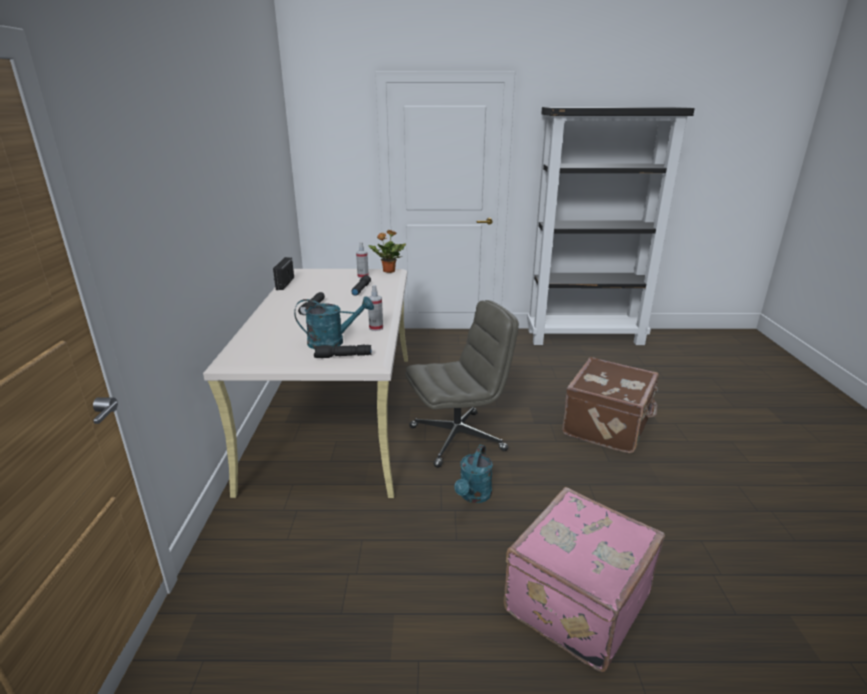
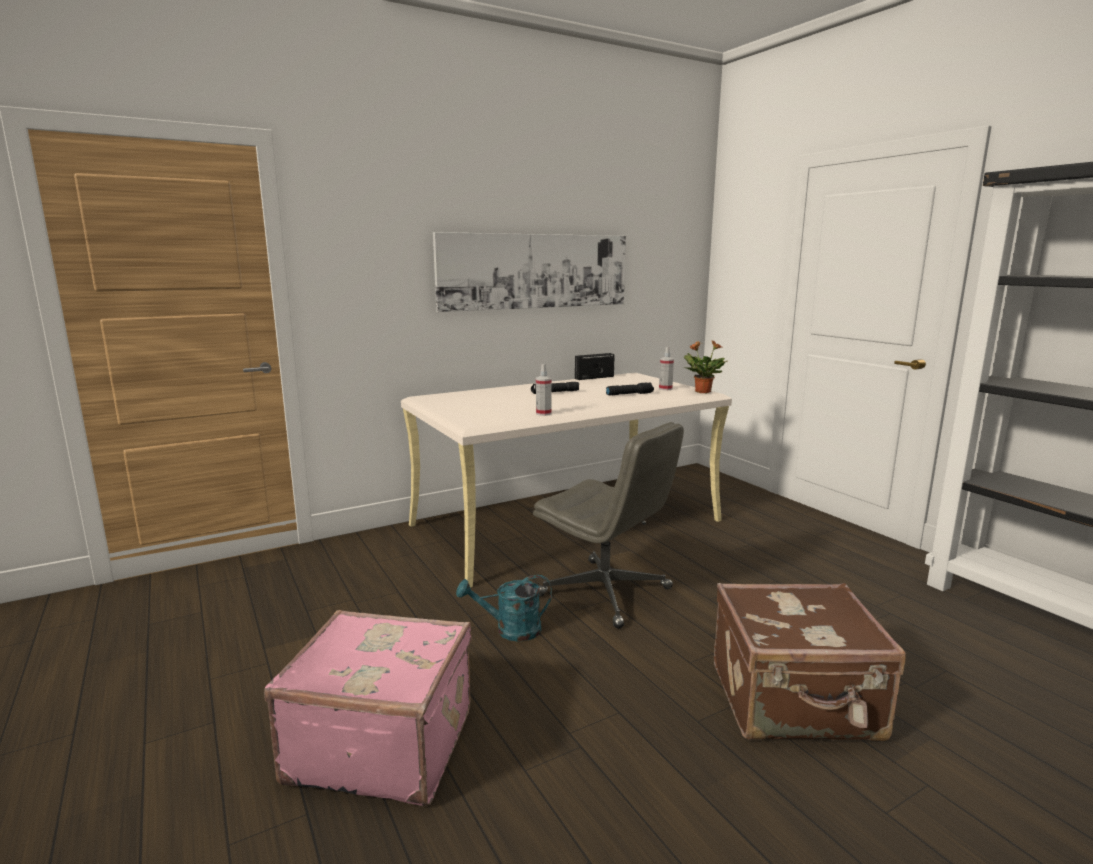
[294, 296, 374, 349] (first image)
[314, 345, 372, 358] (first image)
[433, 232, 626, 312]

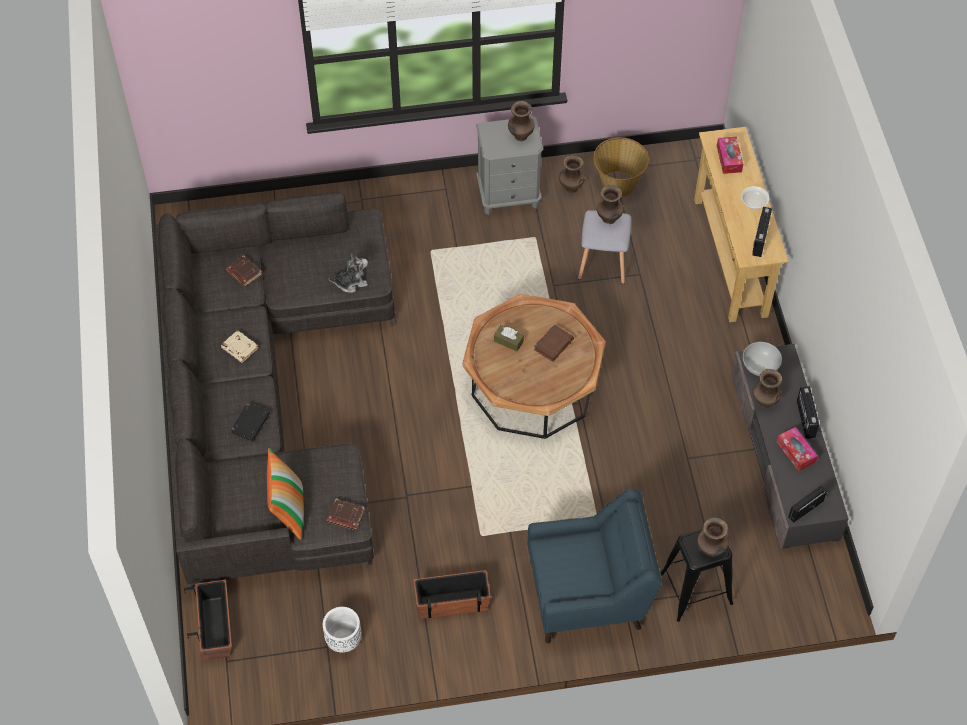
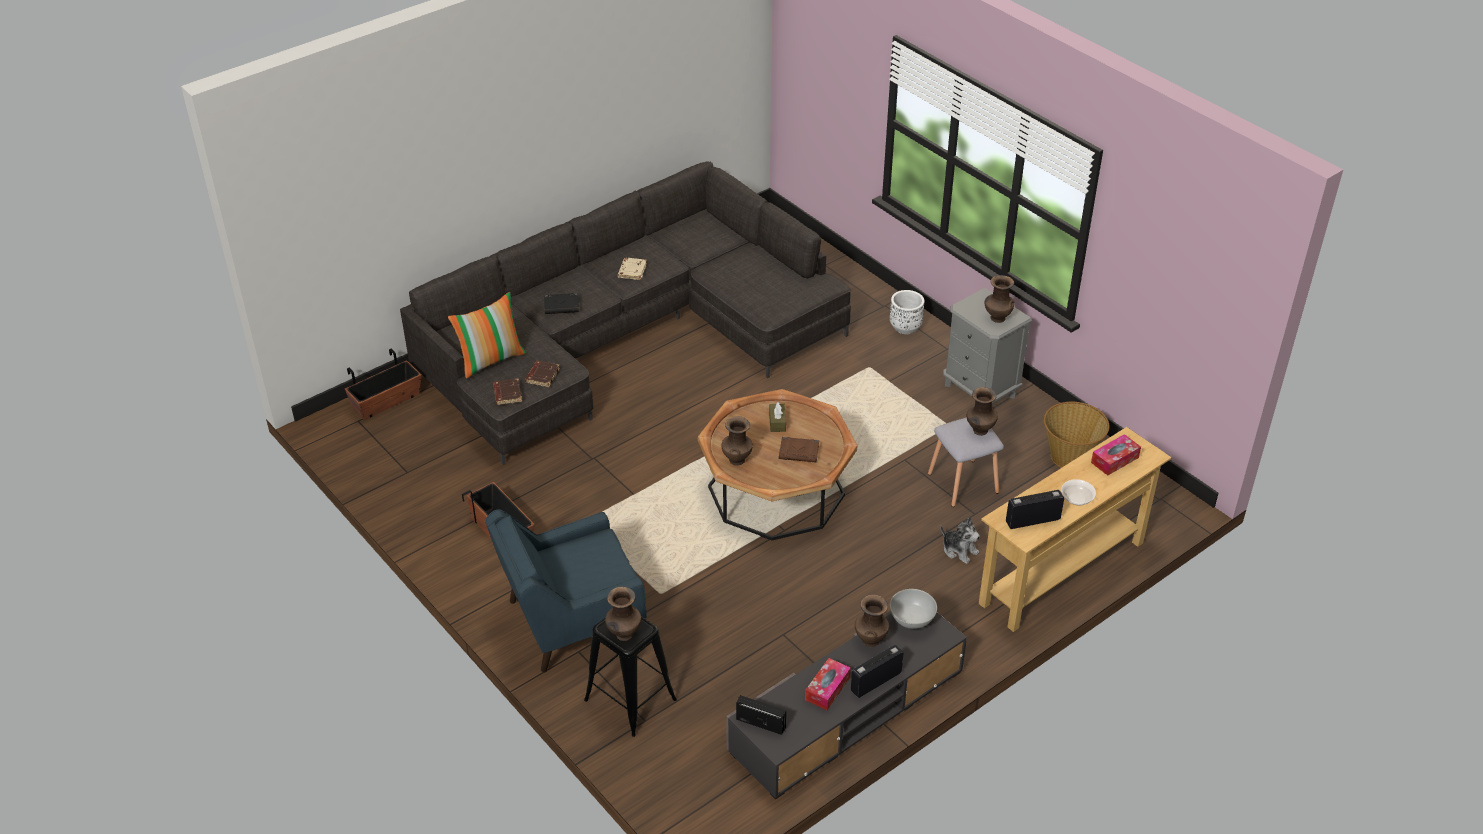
[721, 416, 753, 466]
[941, 517, 980, 564]
[525, 361, 560, 387]
[485, 509, 647, 672]
[890, 290, 924, 334]

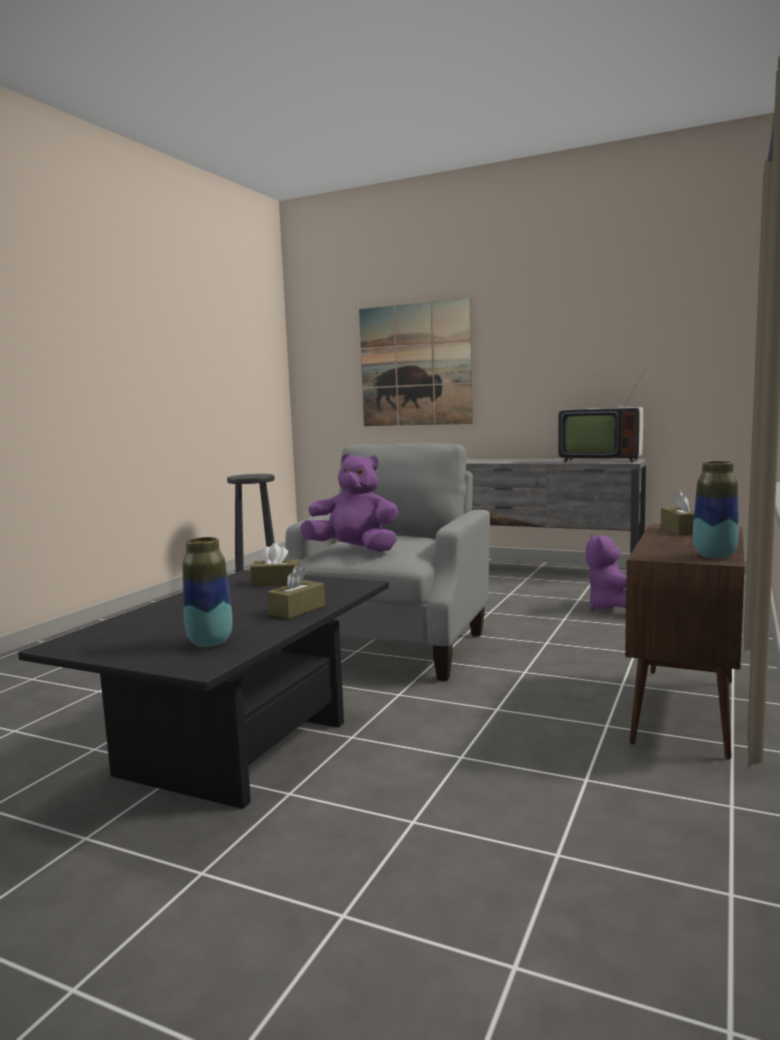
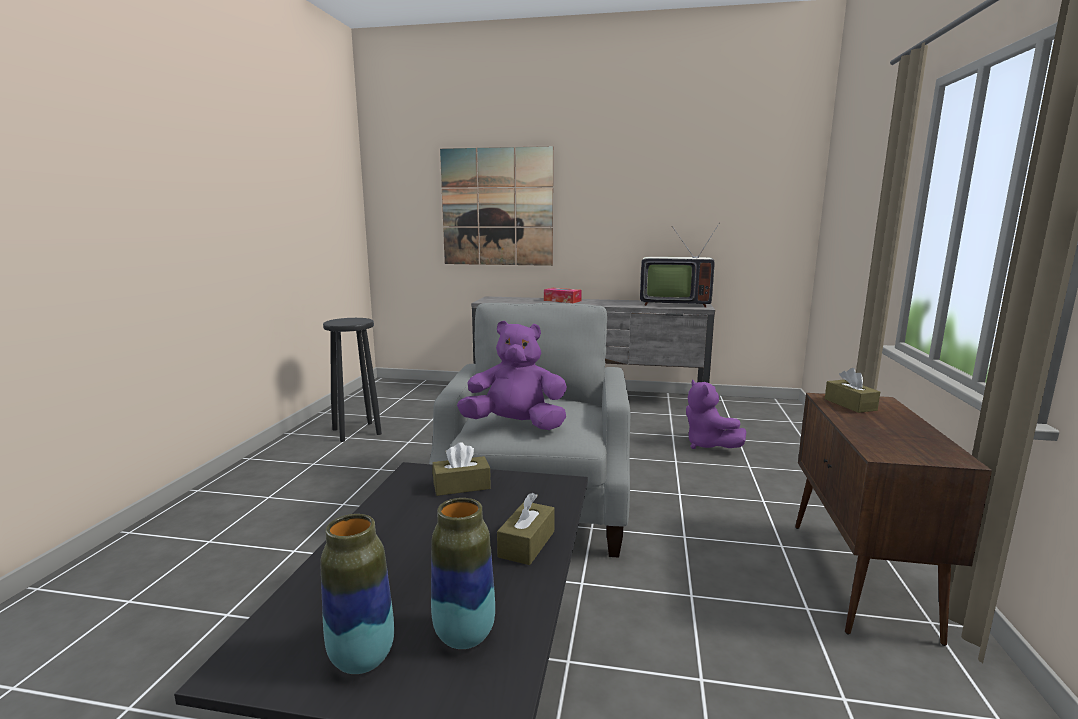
[320, 514, 394, 674]
[544, 288, 582, 303]

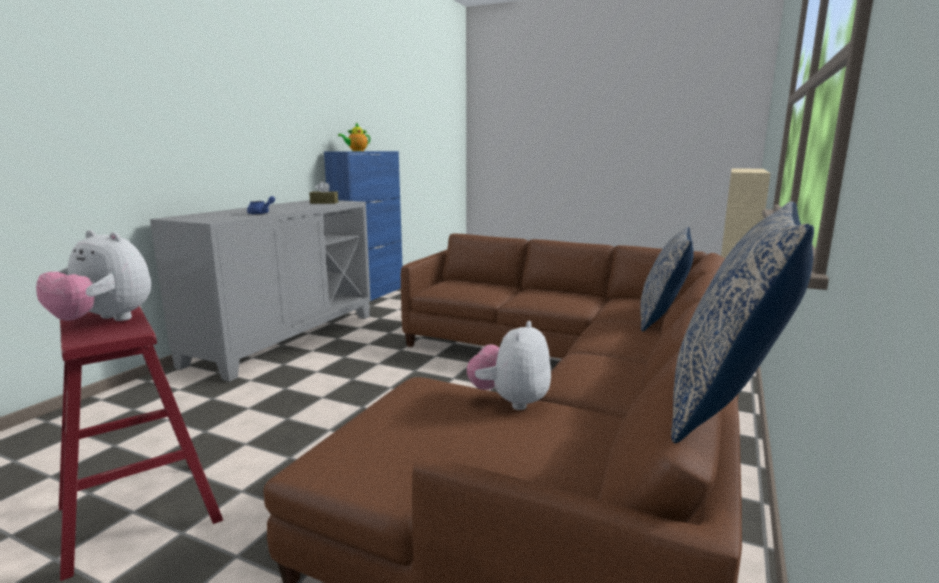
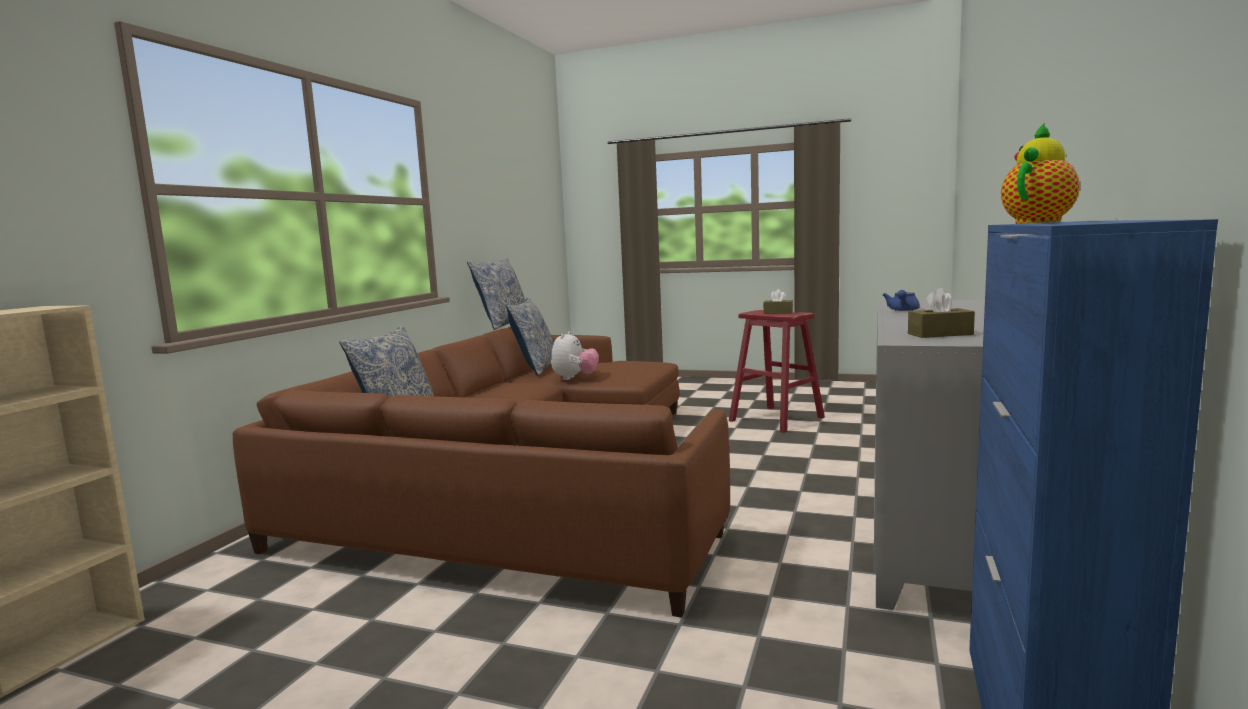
[763, 289, 793, 314]
[506, 298, 554, 376]

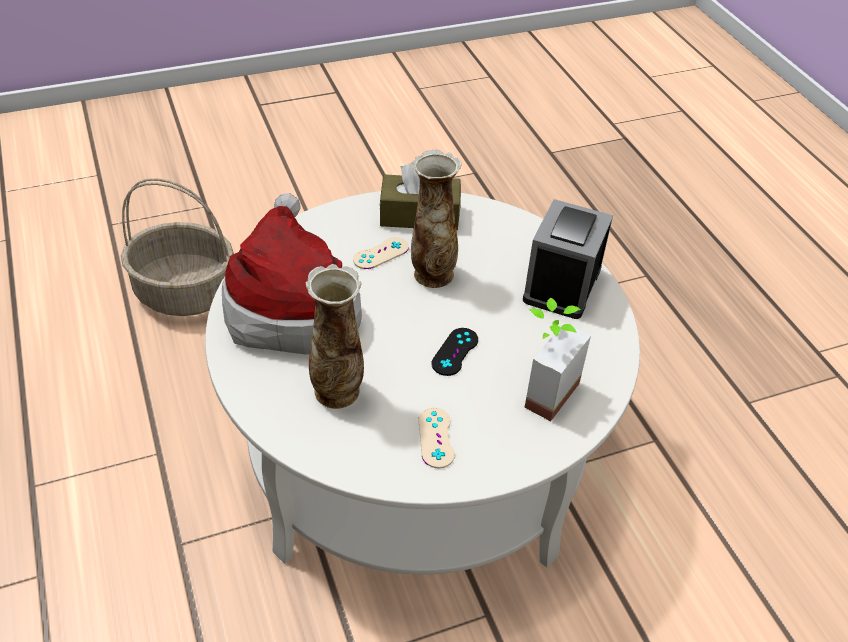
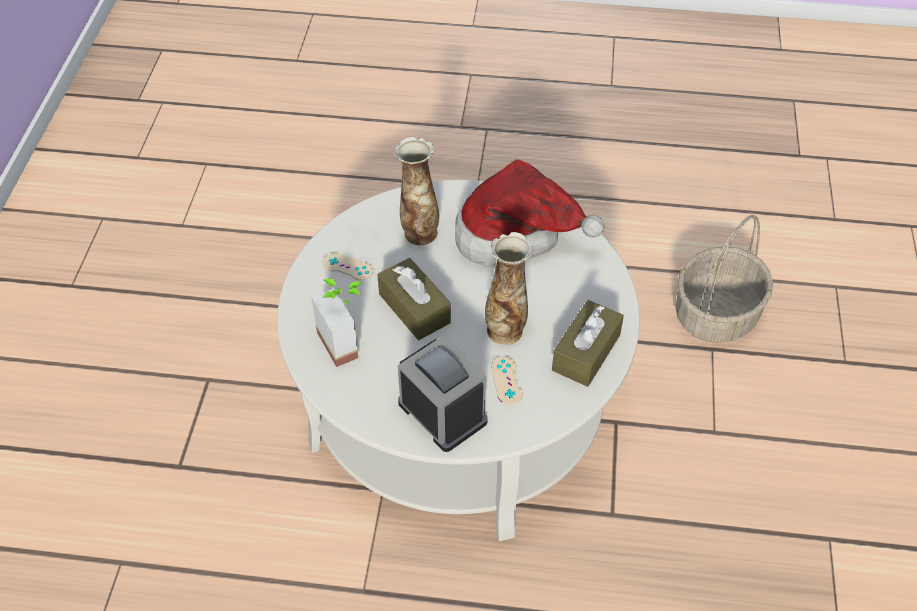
[491, 356, 523, 405]
[378, 258, 451, 340]

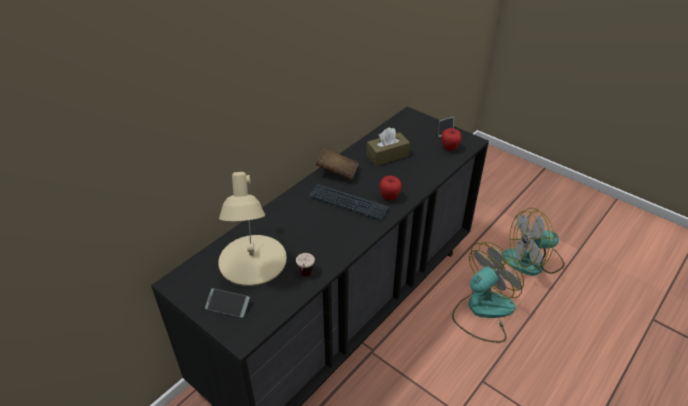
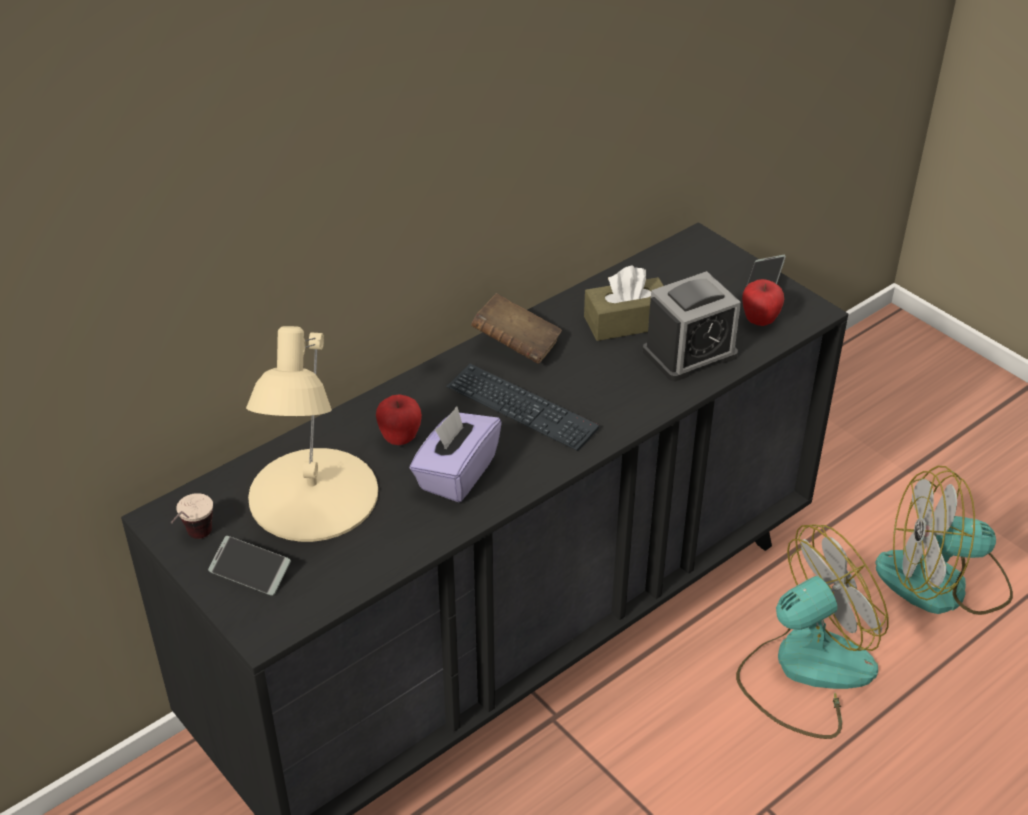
[376, 394, 422, 445]
[171, 493, 213, 539]
[643, 271, 741, 381]
[410, 406, 502, 503]

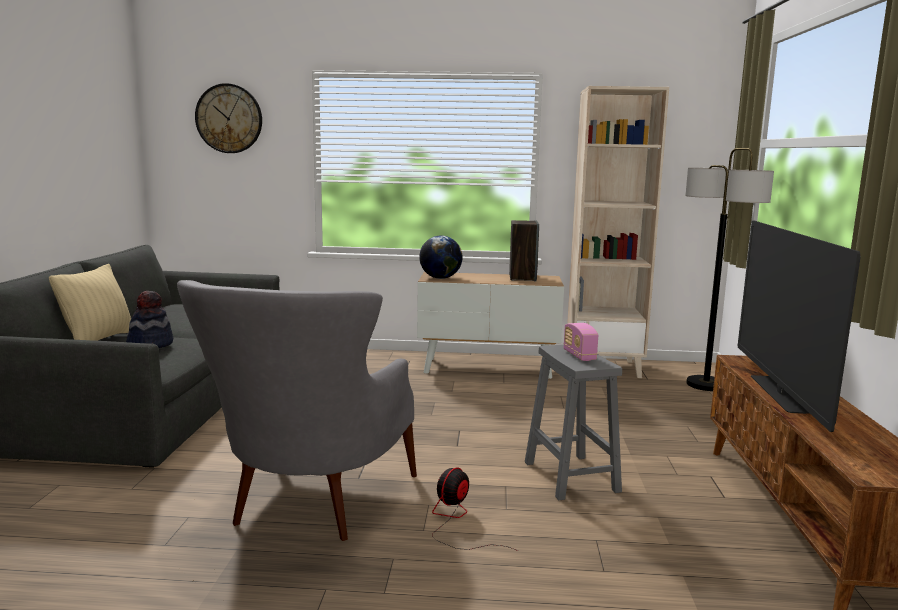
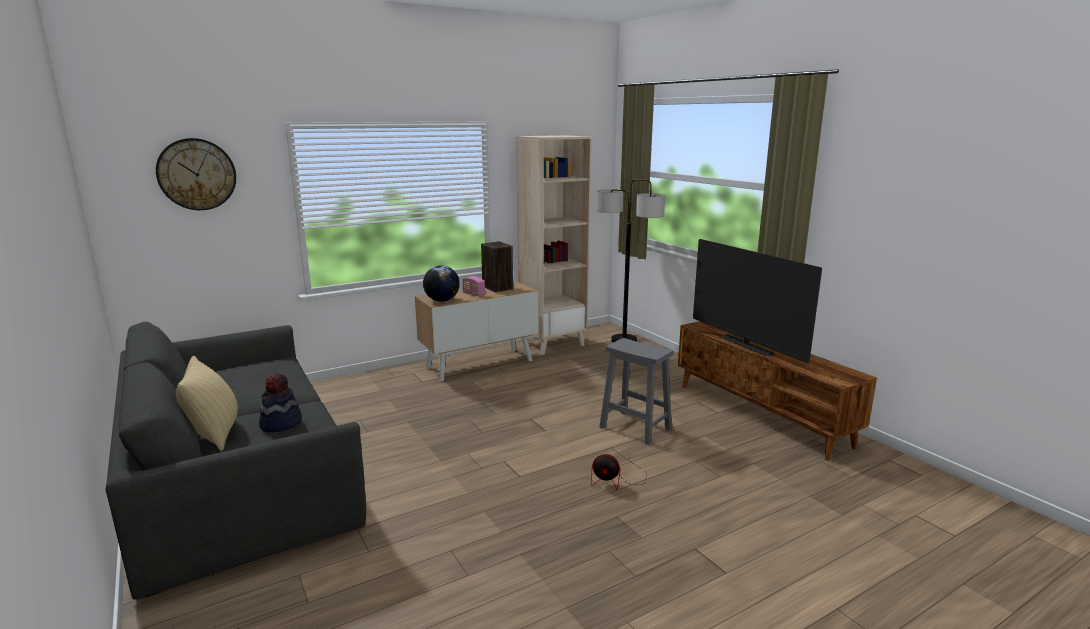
[177, 280, 417, 541] (first image)
[462, 276, 485, 296]
[591, 454, 647, 489]

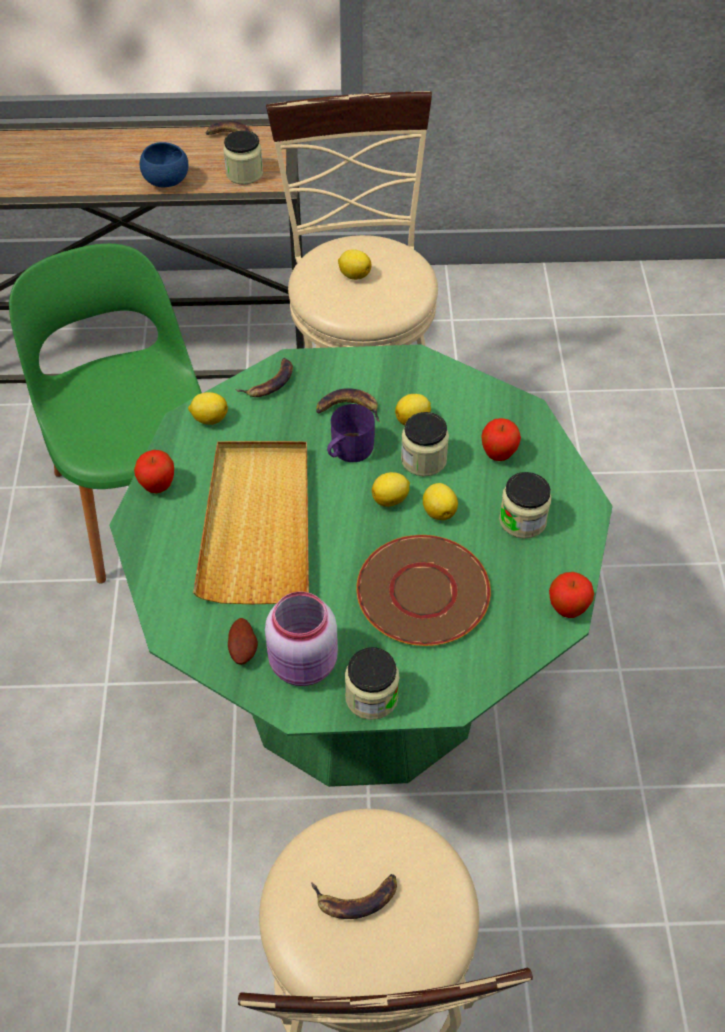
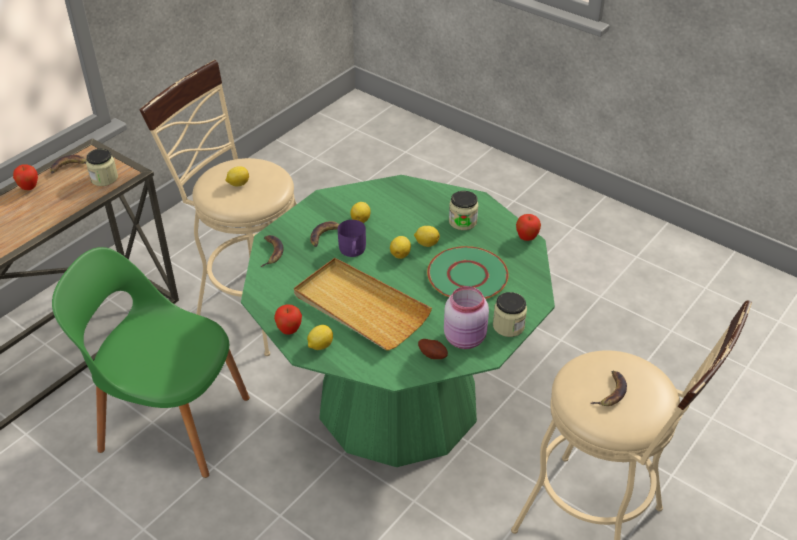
[140, 142, 189, 187] (first image)
[307, 325, 333, 350]
[401, 412, 449, 476] (first image)
[13, 164, 38, 190]
[427, 246, 509, 299]

